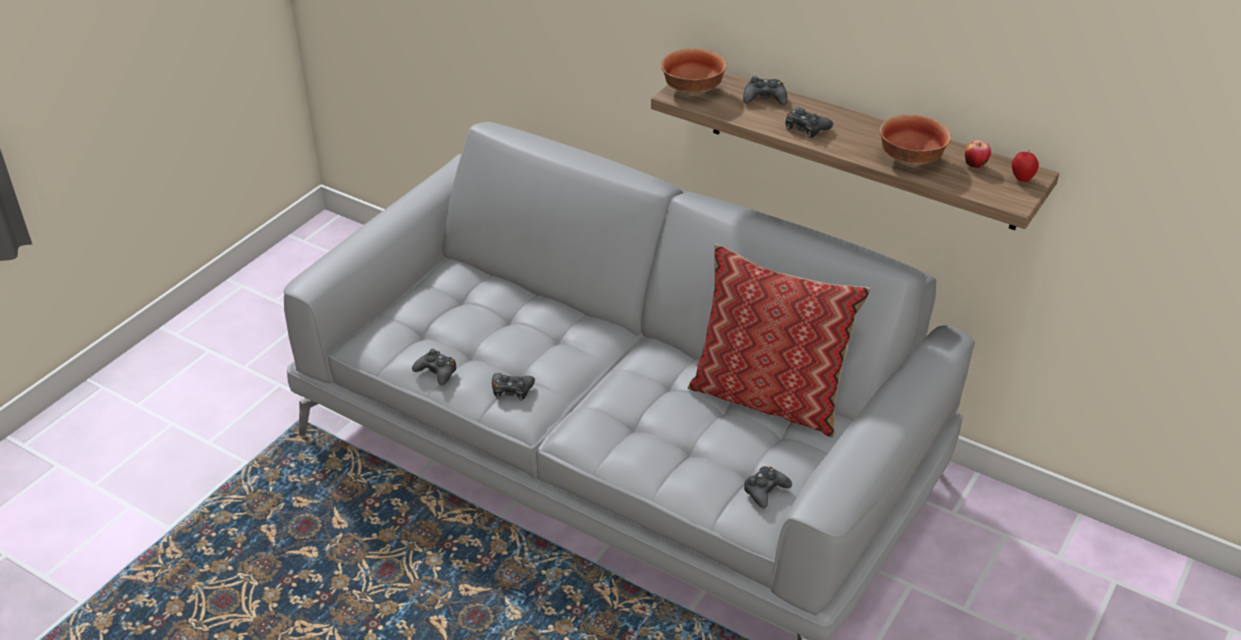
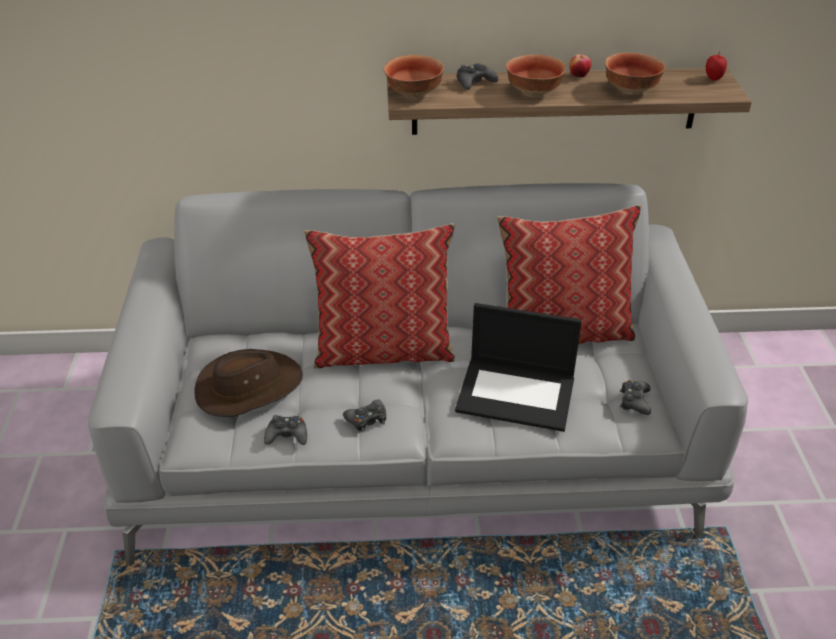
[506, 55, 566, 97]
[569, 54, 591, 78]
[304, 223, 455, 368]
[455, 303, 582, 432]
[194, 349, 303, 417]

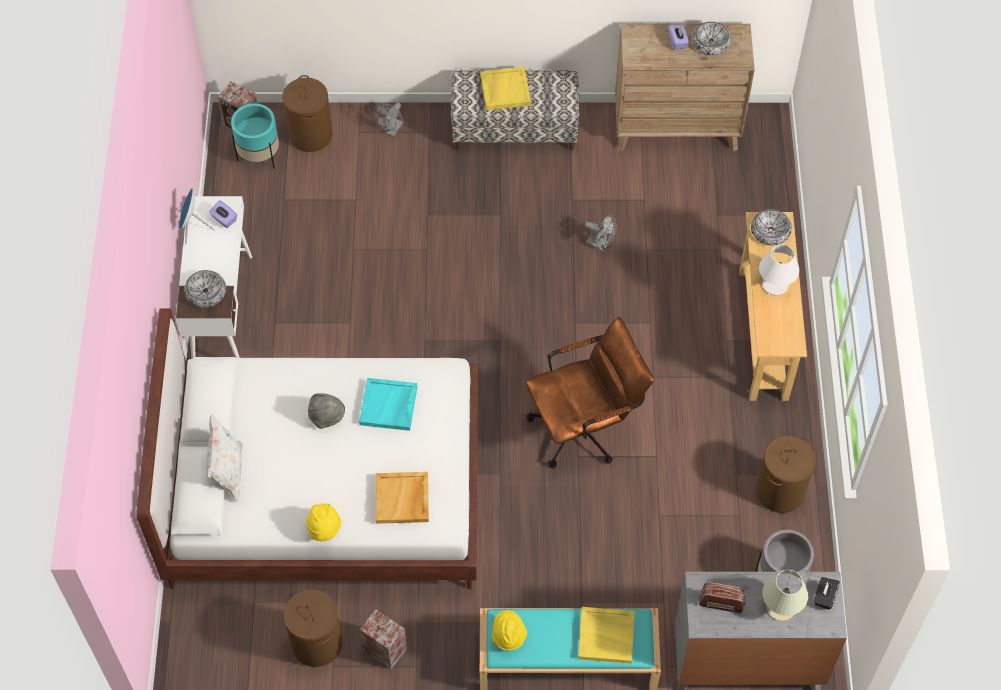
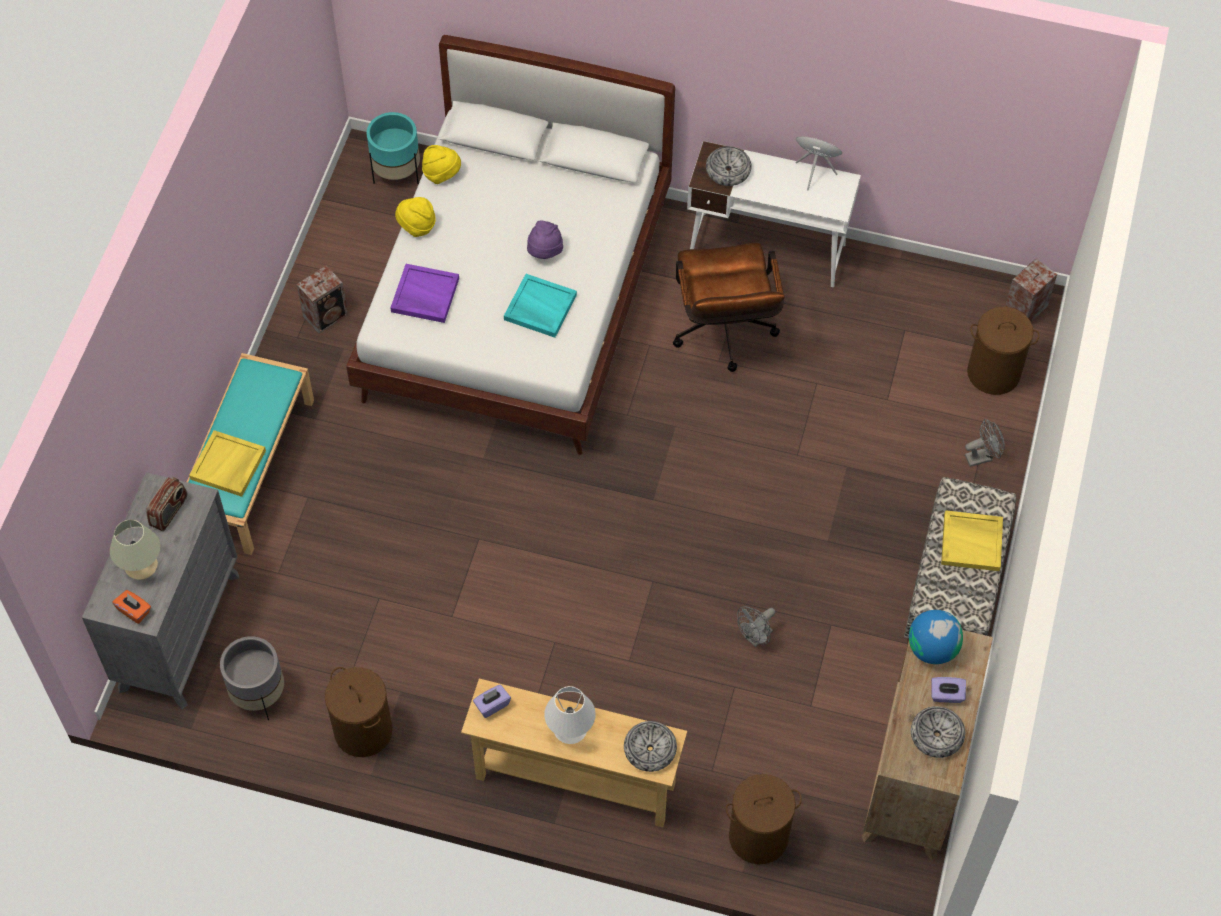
[367, 112, 420, 184]
[965, 419, 1005, 467]
[473, 685, 511, 718]
[673, 243, 785, 372]
[527, 220, 563, 259]
[207, 414, 243, 502] (first image)
[390, 264, 459, 323]
[112, 590, 151, 624]
[726, 774, 802, 864]
[422, 145, 461, 184]
[909, 610, 963, 664]

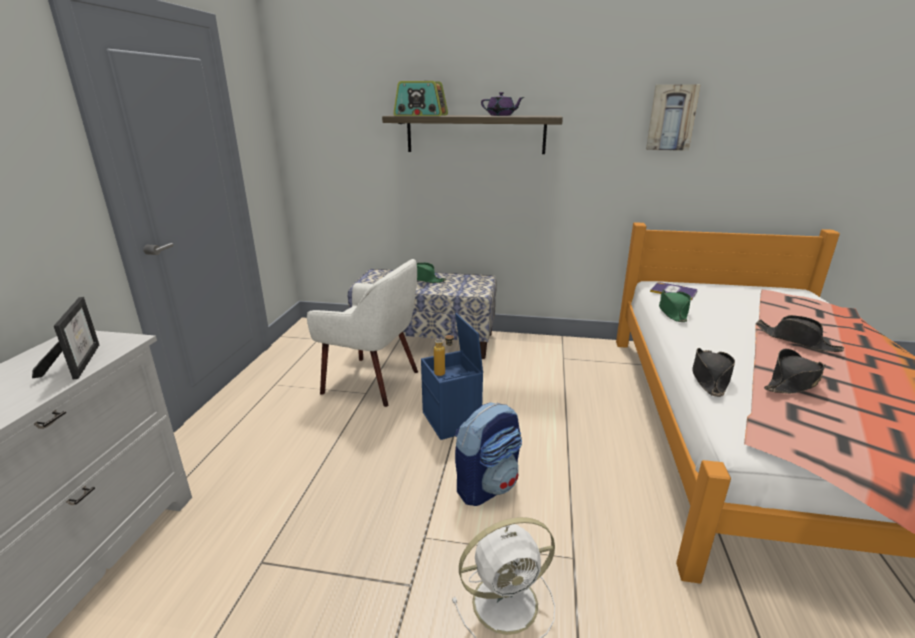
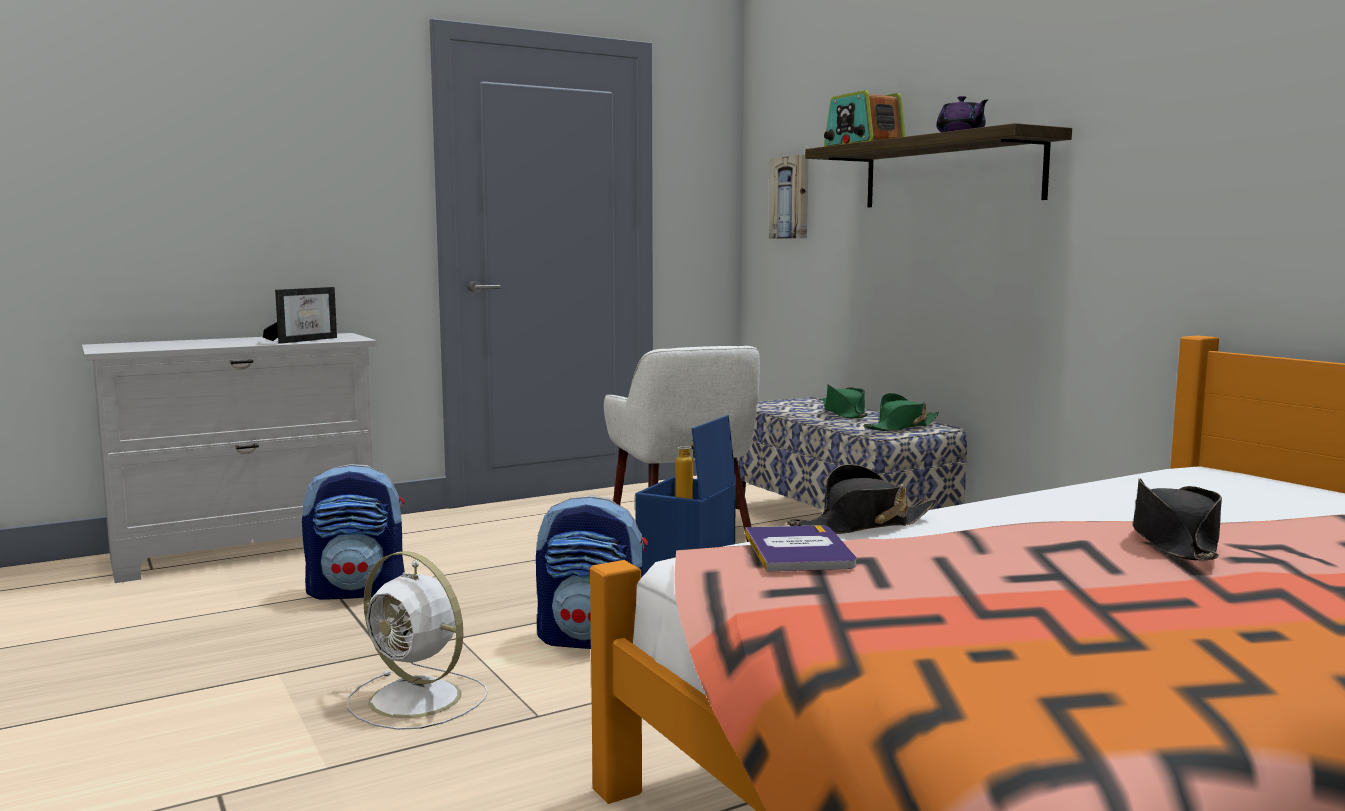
[769, 155, 809, 239]
[745, 525, 857, 572]
[863, 393, 939, 431]
[764, 349, 826, 394] (first image)
[302, 464, 405, 600]

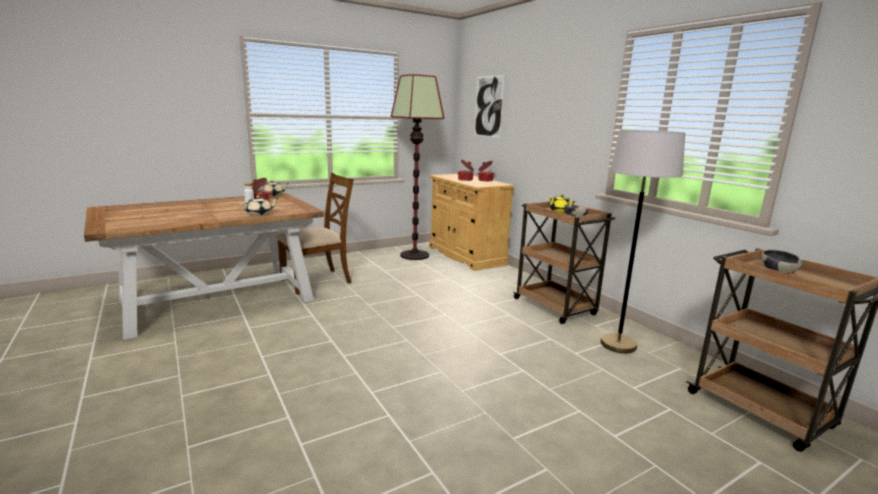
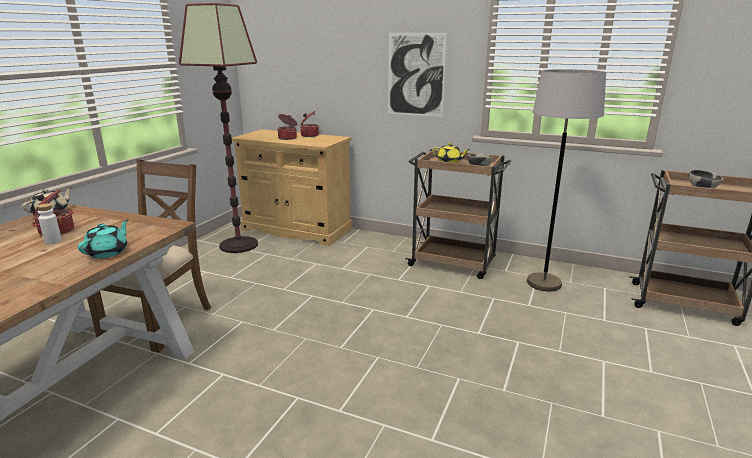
[388, 33, 447, 117]
[78, 219, 129, 258]

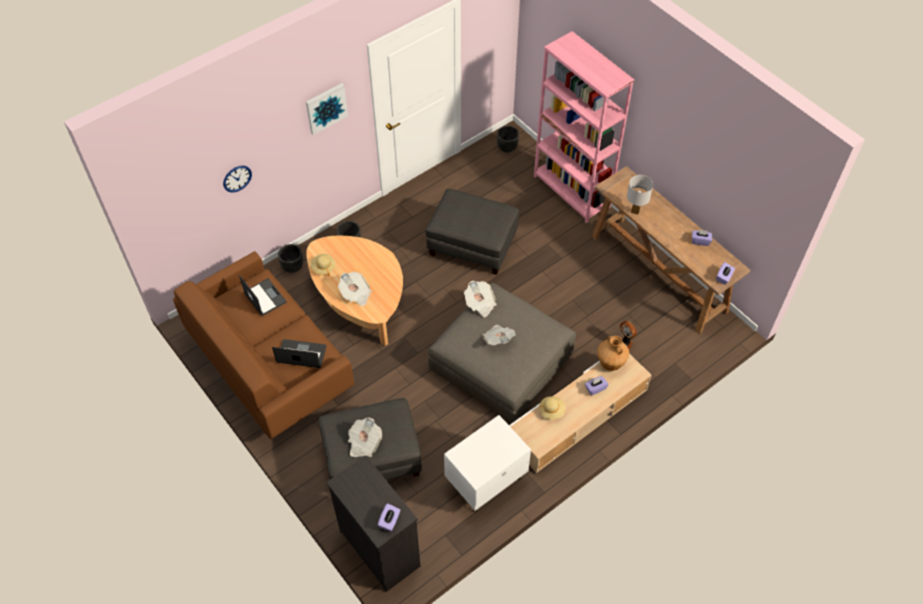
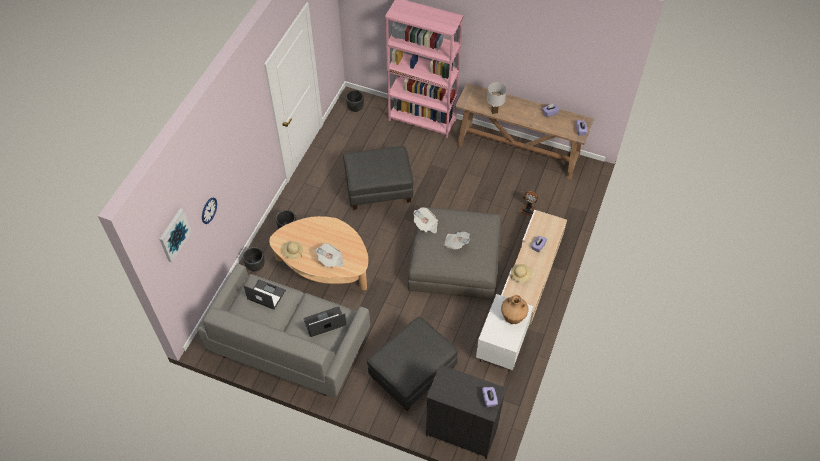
[159, 208, 191, 262]
[197, 264, 370, 397]
[501, 295, 529, 324]
[348, 418, 382, 457] (first image)

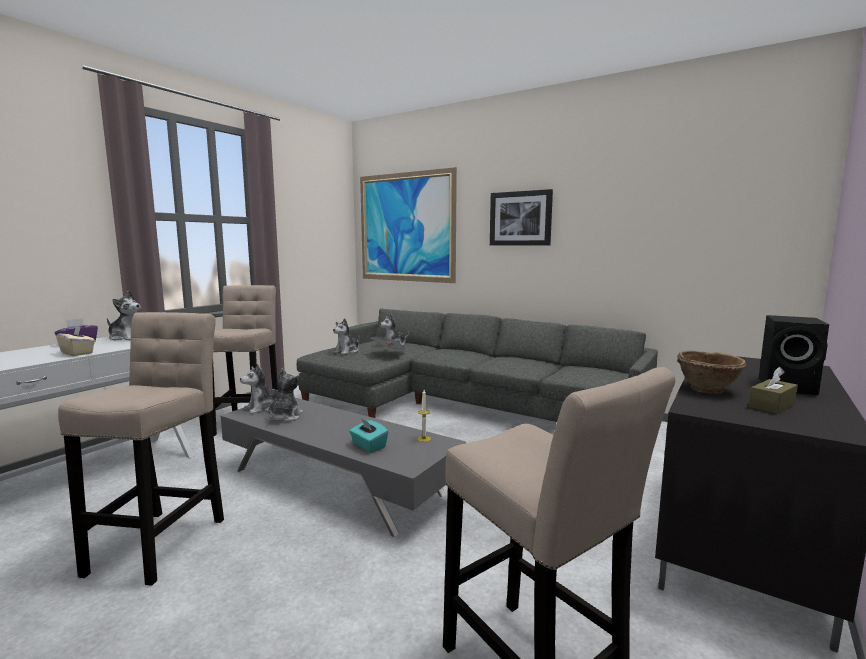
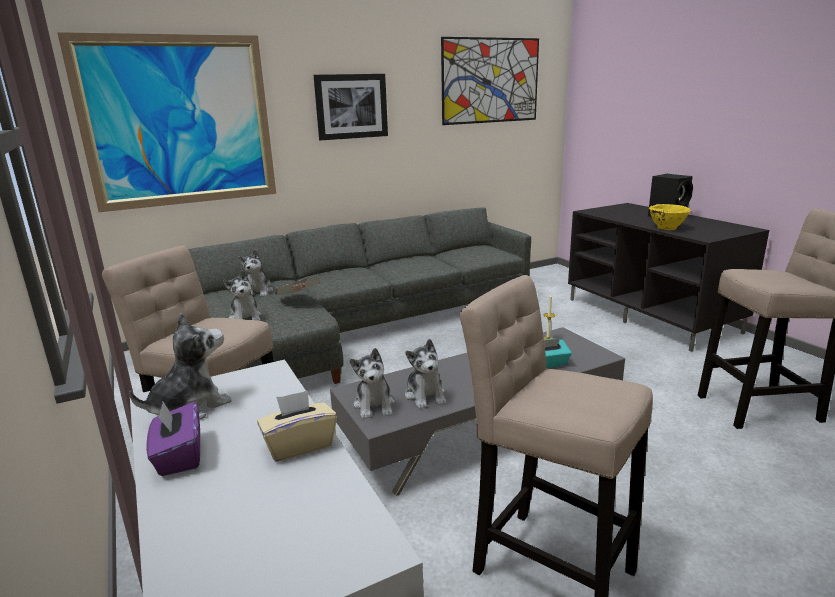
[649, 204, 691, 230]
[749, 367, 798, 414] (first image)
[405, 339, 446, 409]
[441, 37, 539, 125]

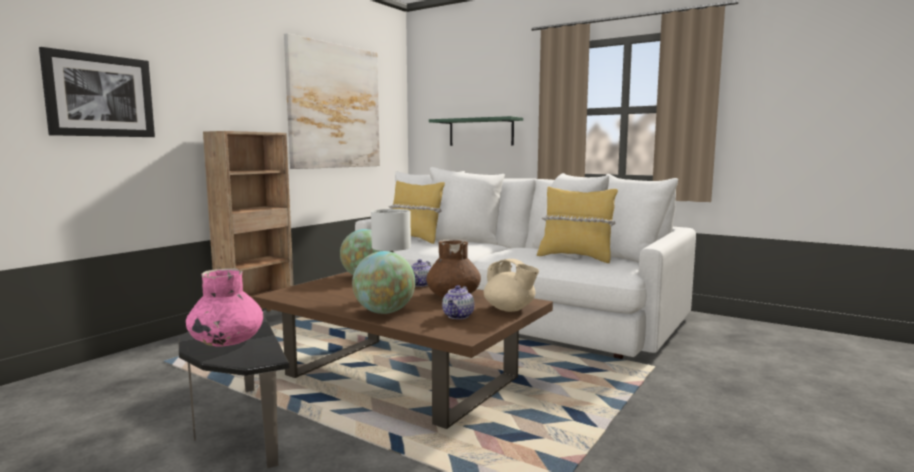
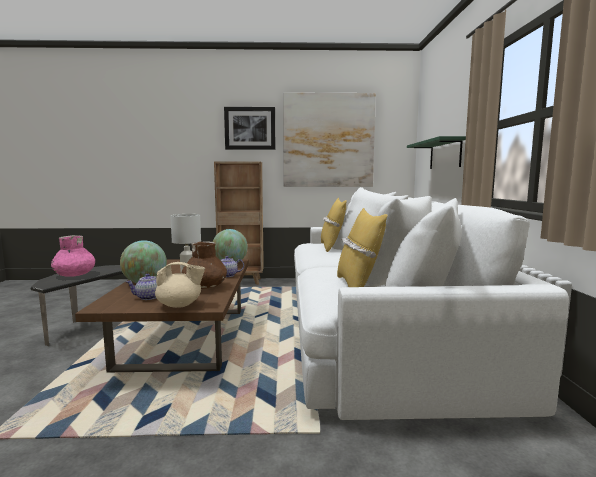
[224, 107, 275, 150]
[155, 262, 205, 308]

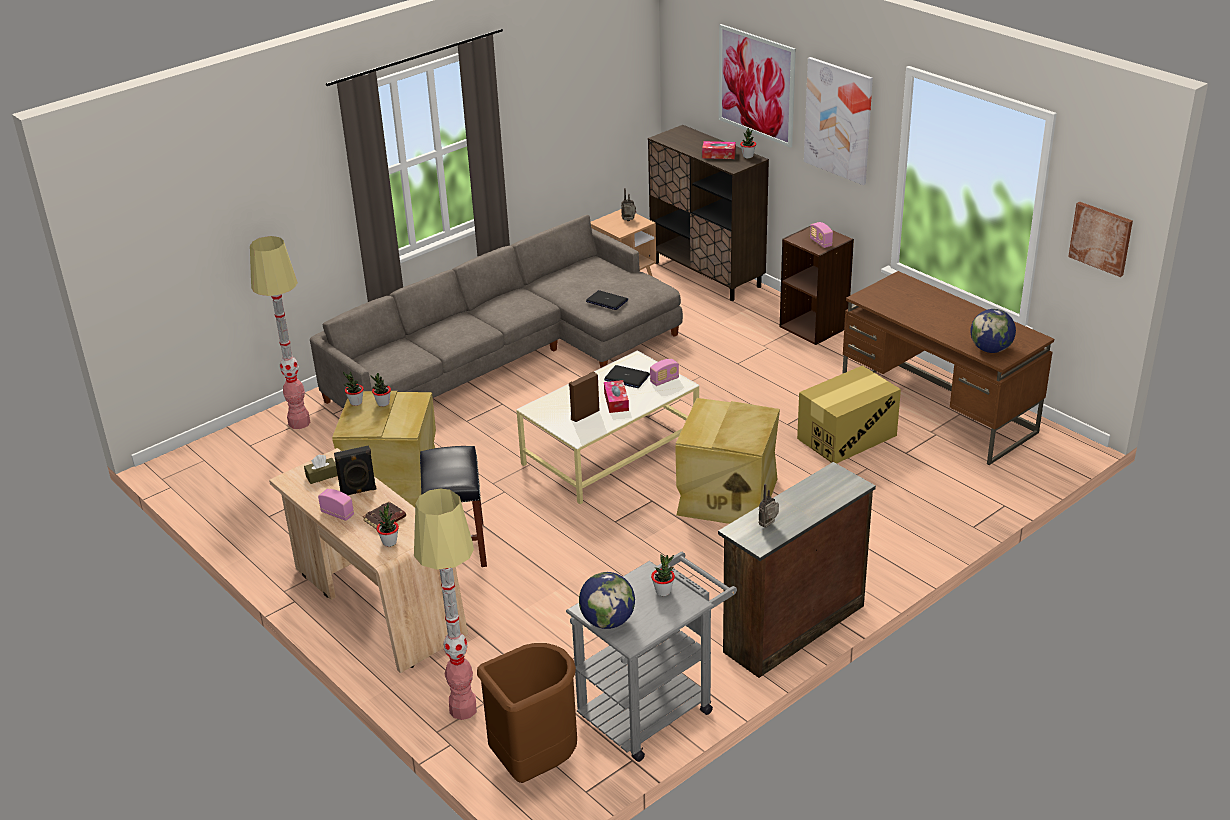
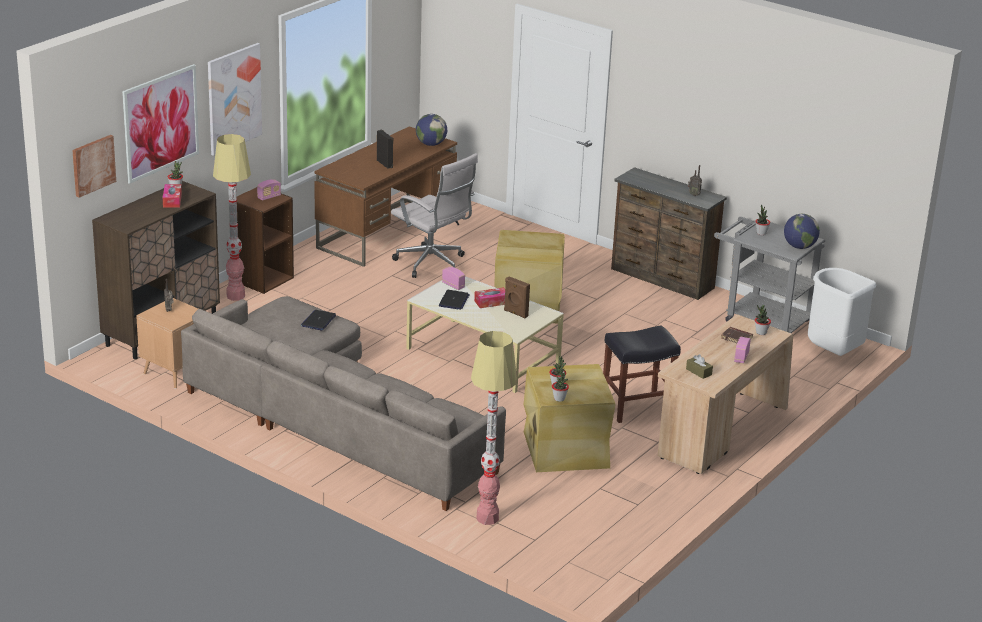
[72, 135, 116, 198]
[391, 153, 478, 278]
[377, 129, 394, 168]
[213, 134, 251, 301]
[808, 268, 876, 356]

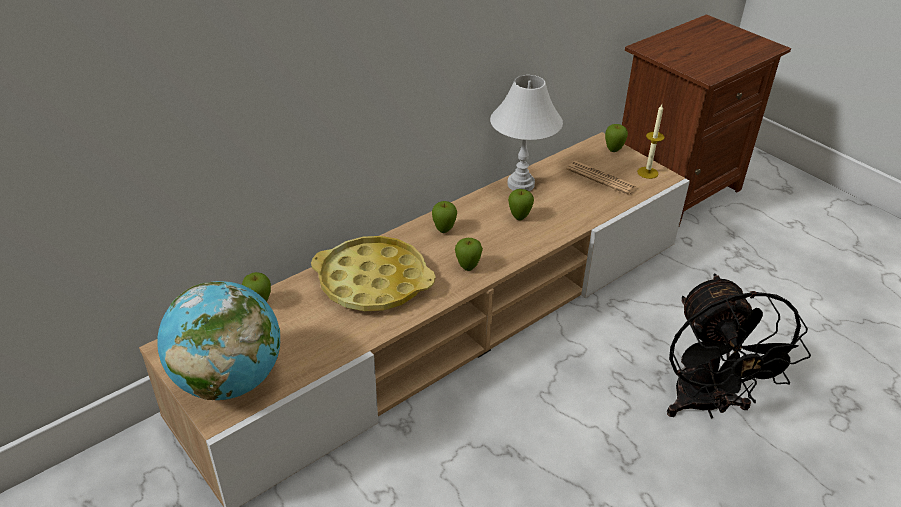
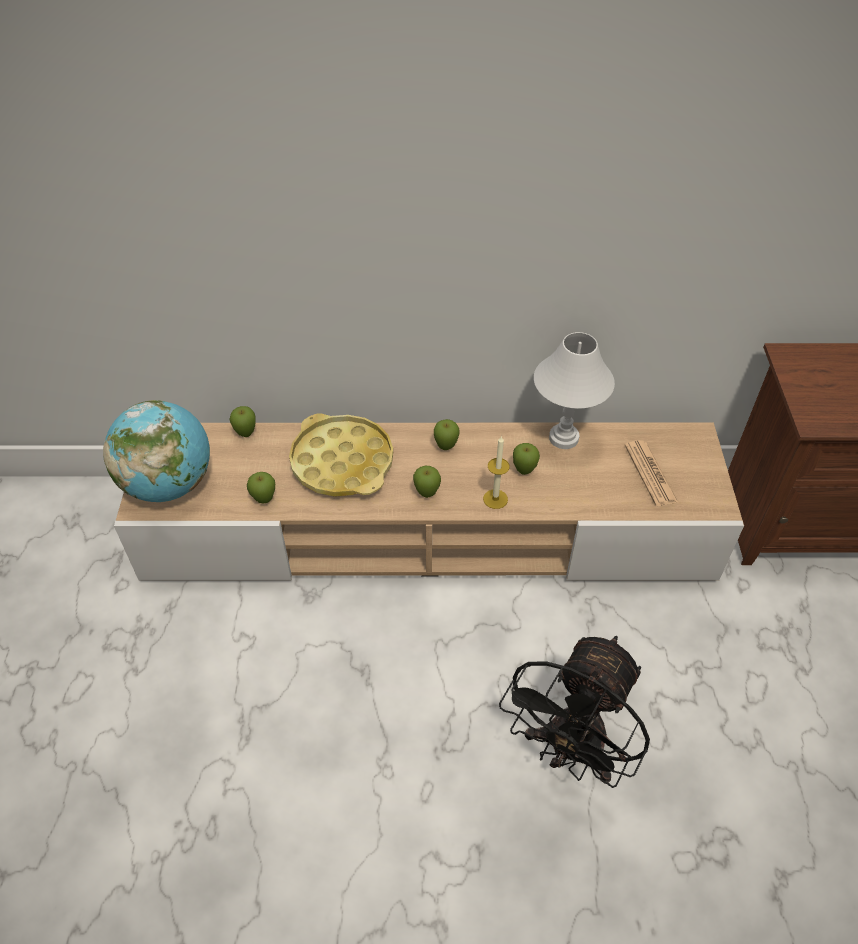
[483, 436, 510, 509]
[247, 472, 275, 503]

